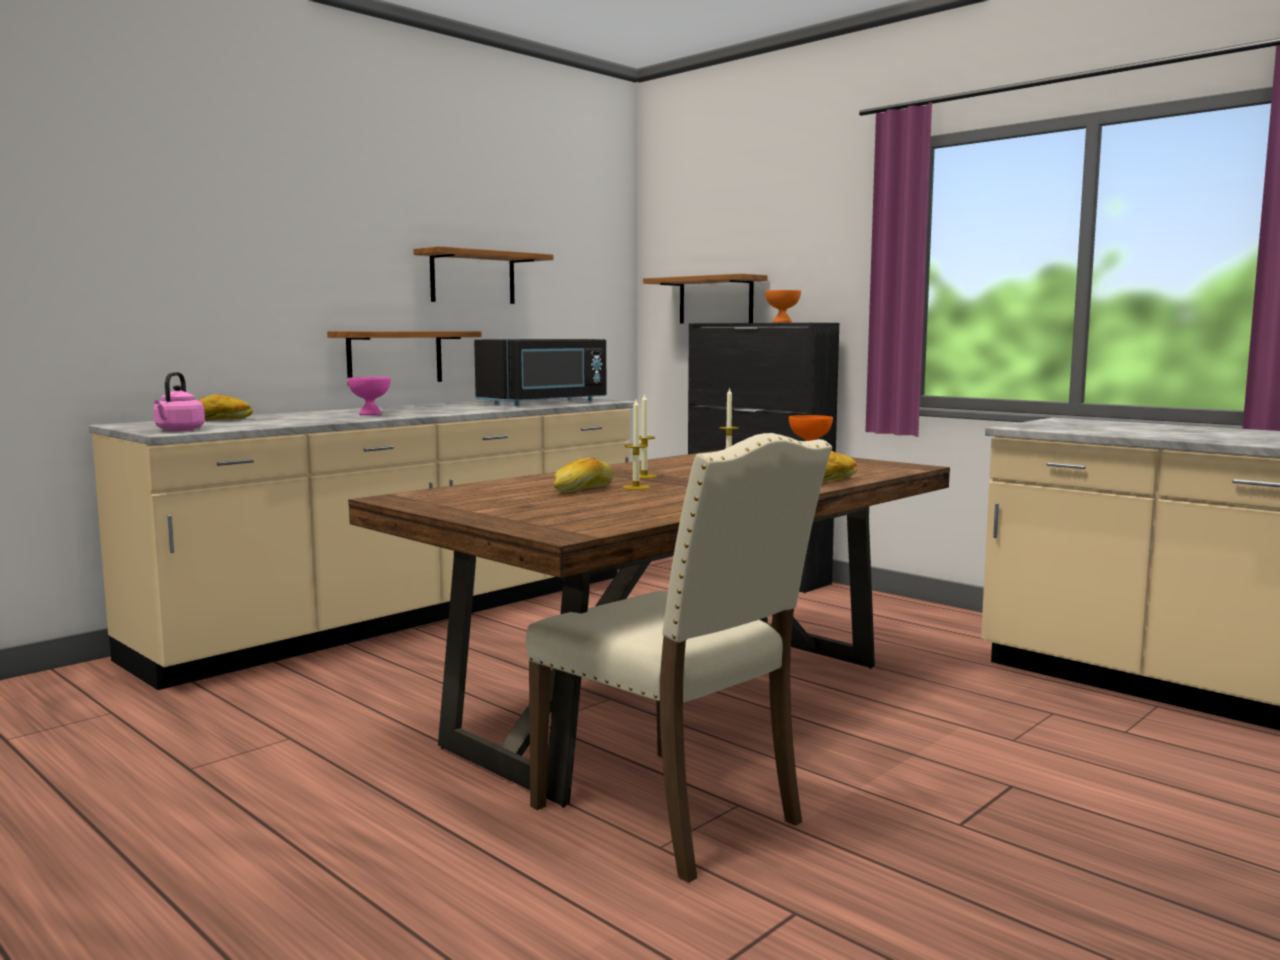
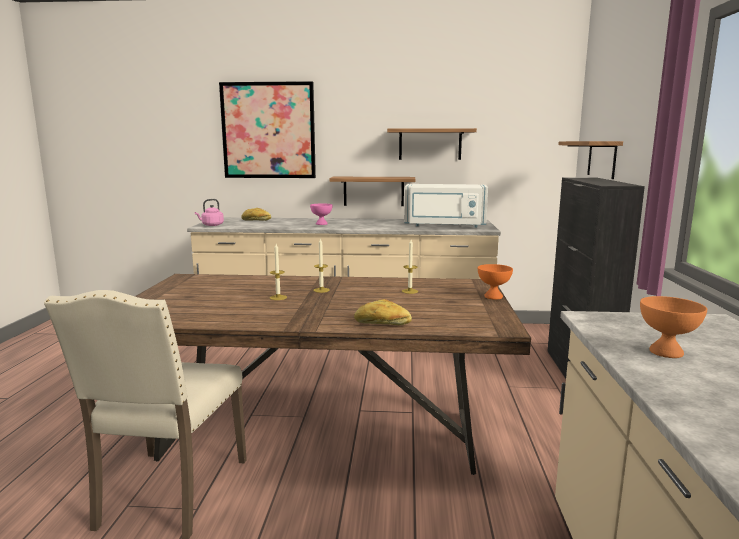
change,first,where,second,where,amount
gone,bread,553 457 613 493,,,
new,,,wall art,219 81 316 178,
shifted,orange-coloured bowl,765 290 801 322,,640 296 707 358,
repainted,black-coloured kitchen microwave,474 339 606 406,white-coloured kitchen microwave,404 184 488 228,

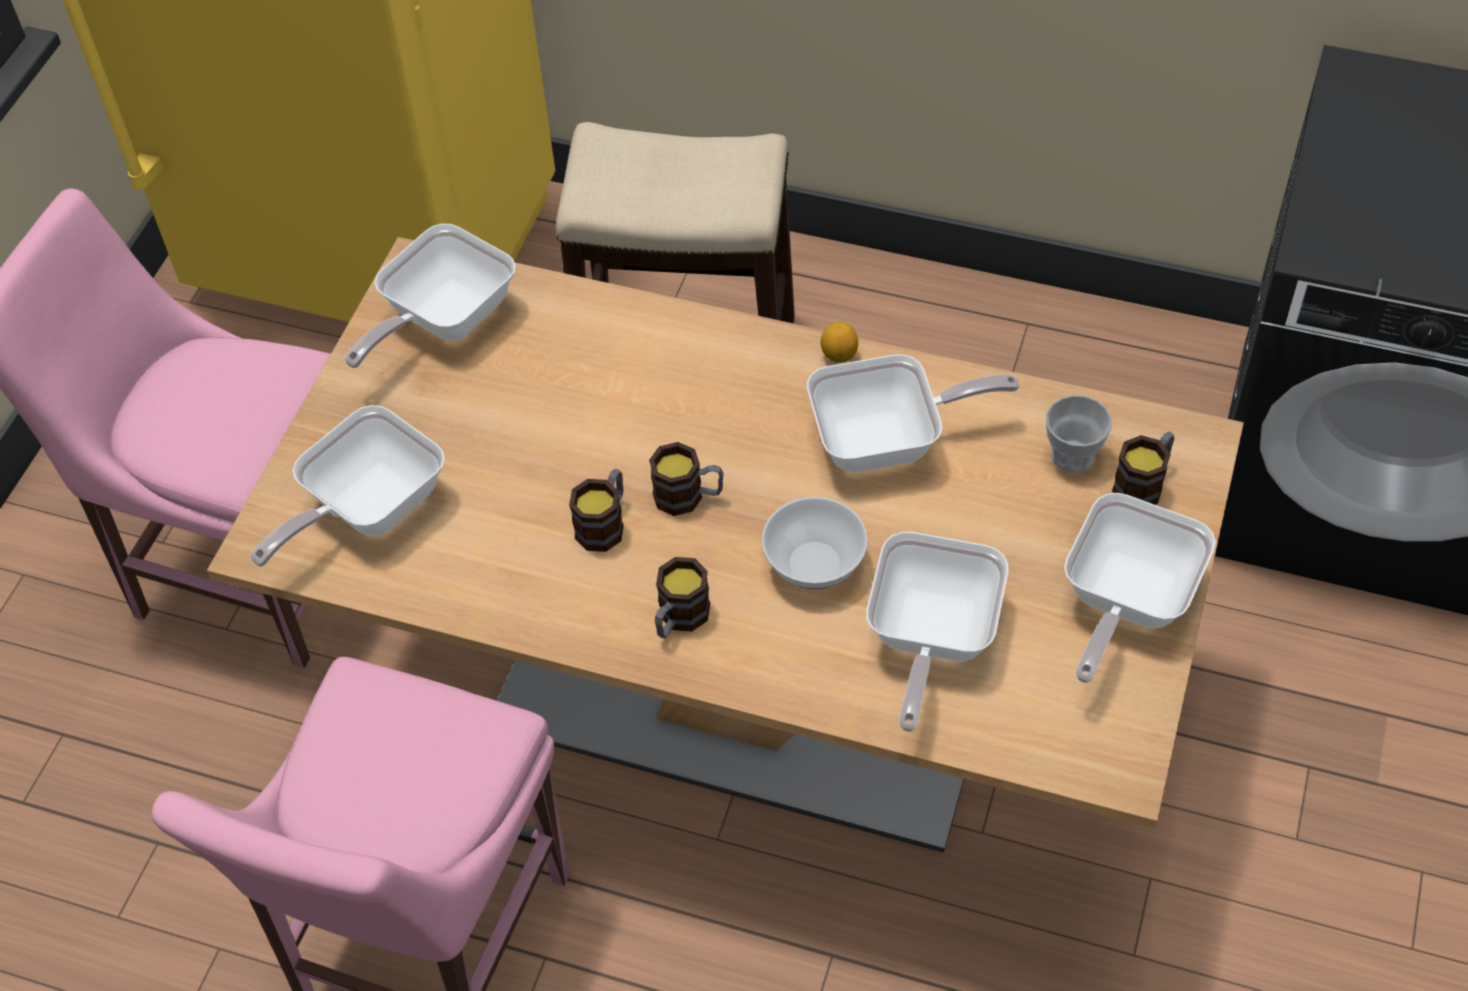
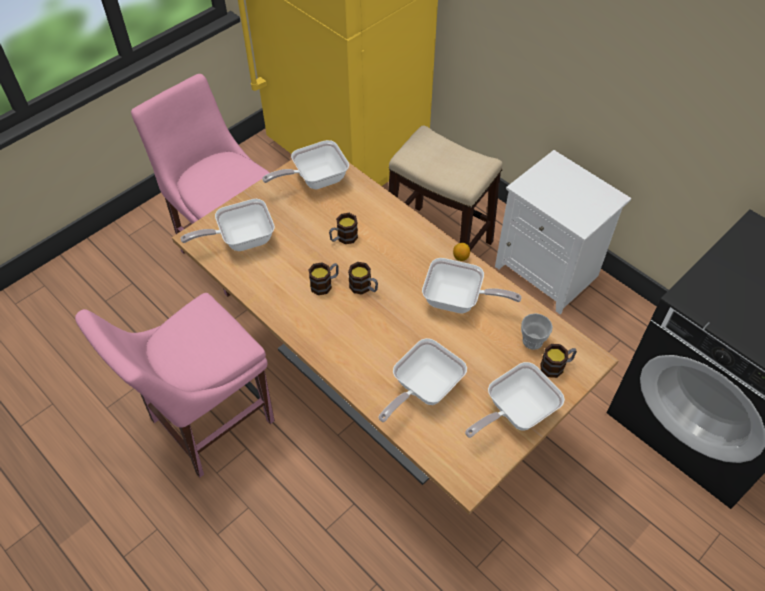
change,first,where,second,where,amount
gone,bowl,762 497 868 589,,,
new,,,white-coloured night table,495 150 632 314,
shifted,tea mug,655 557 710 639,,329 213 358 244,

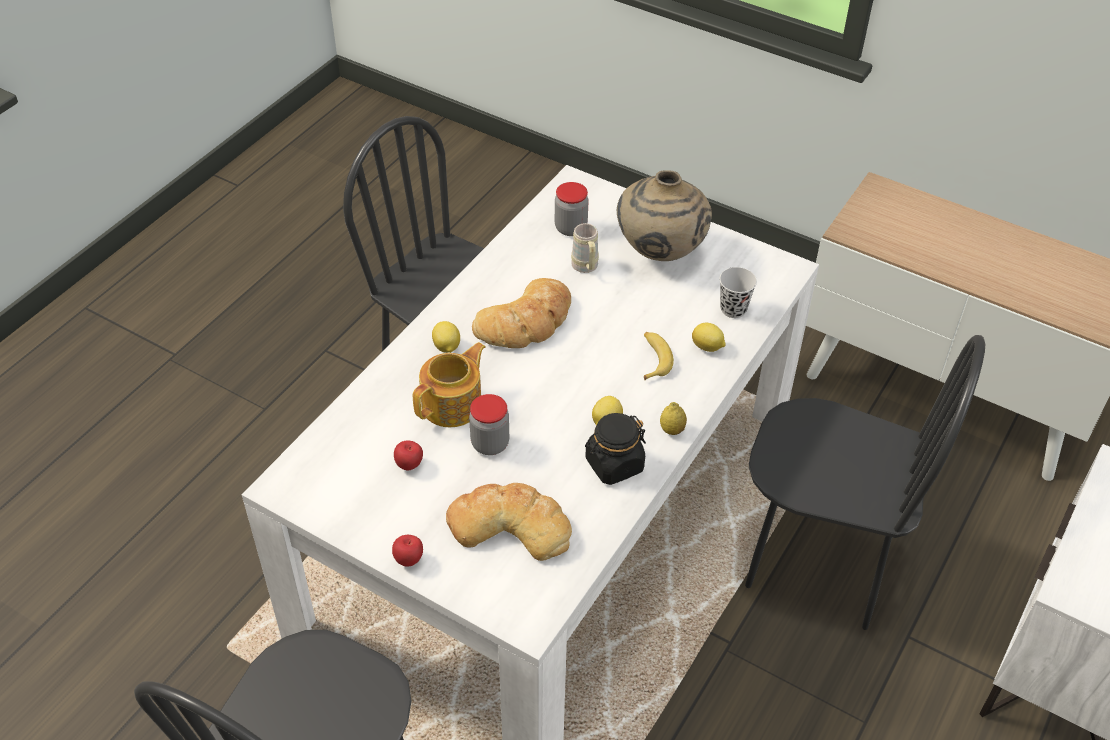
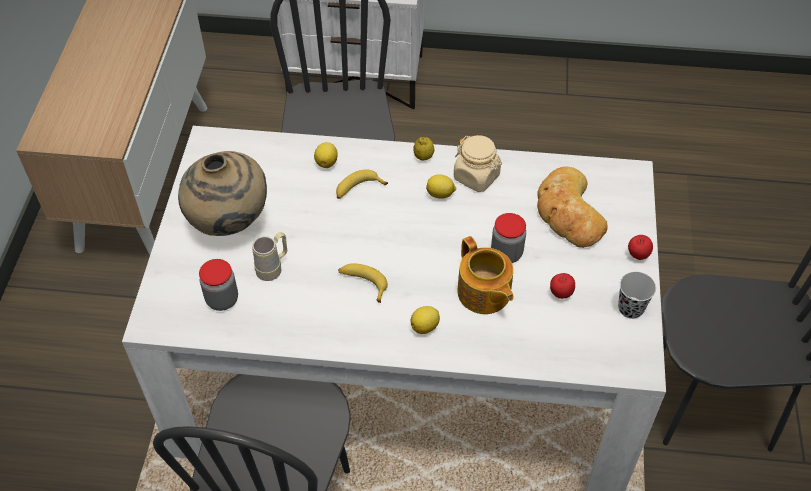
change,first,where,second,where,amount
shifted,black-coloured drinking cup,720 267 757 318,,618 271 656 319,
swapped,bread,472 278 571 348,banana,338 264 388 303,
repainted,black-coloured preserve jar,585 413 646 485,beige-coloured preserve jar,454 135 502 192,
rotated,pot for tea,413 342 486 427,,457 236 514 314,135 degrees counterclockwise

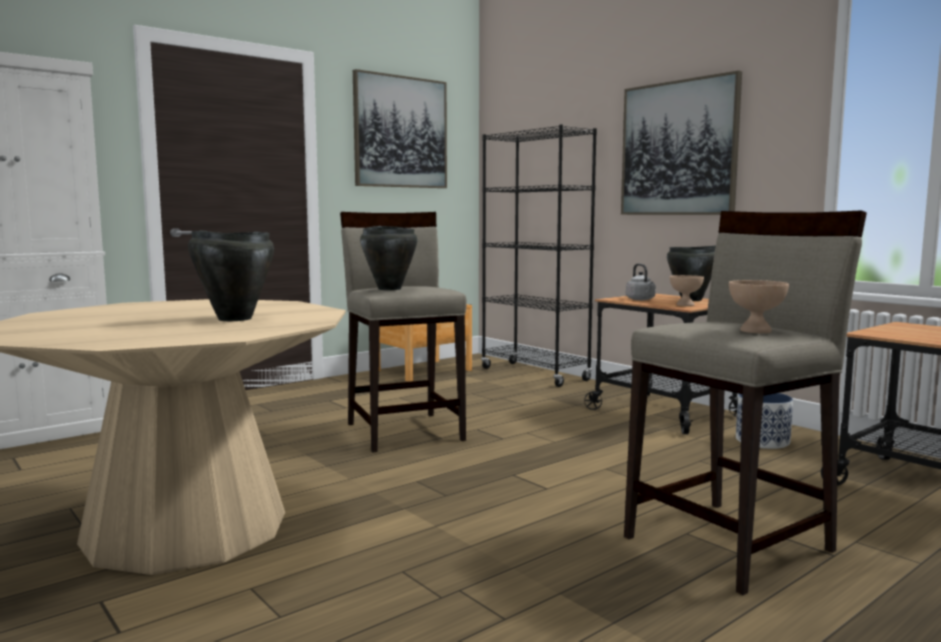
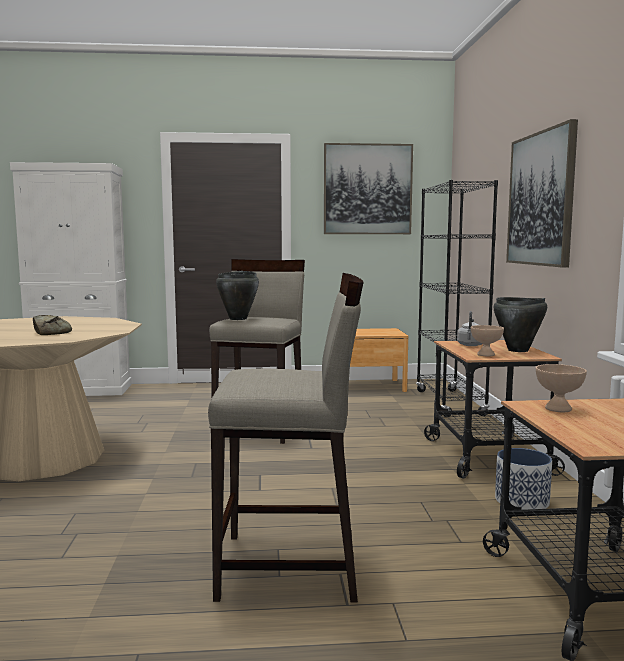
change,first,where,second,where,amount
shifted,beige-coloured bowl,729 280 789 333,,536 364 587 412,
swapped,black-coloured stockpot,188 230 274 321,bread,33 315 72 335,

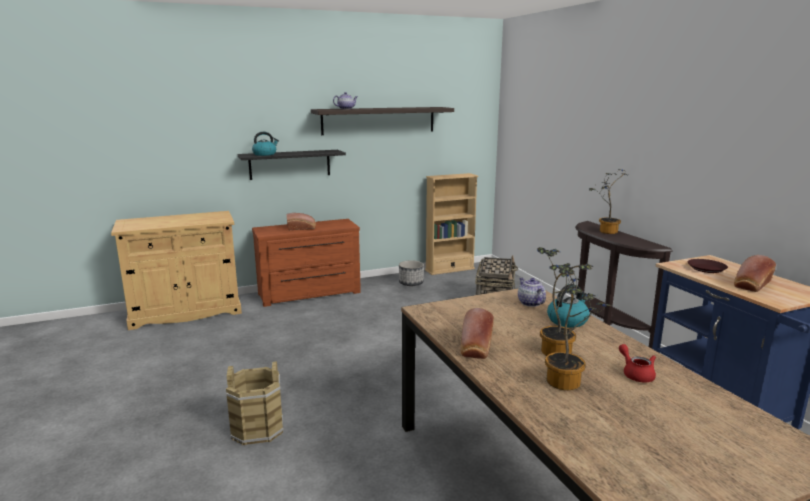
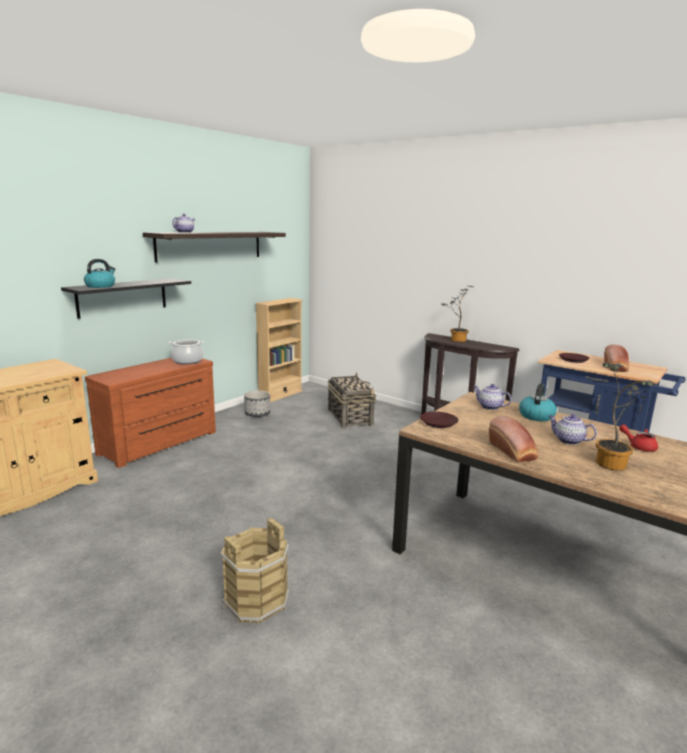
change,first,where,second,where,amount
gone,bread,287 213 316 230,,,
new,,,stockpot,169 340 204 364,
new,,,brown dinner plate,420 411 458 428,
swapped,potted plant,537 247 593 356,pot for tea,549 414 597 445,

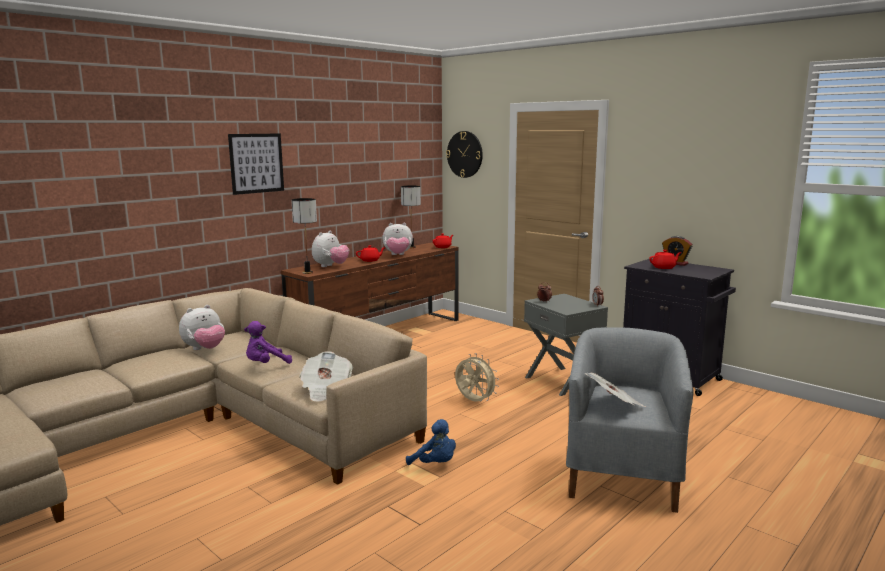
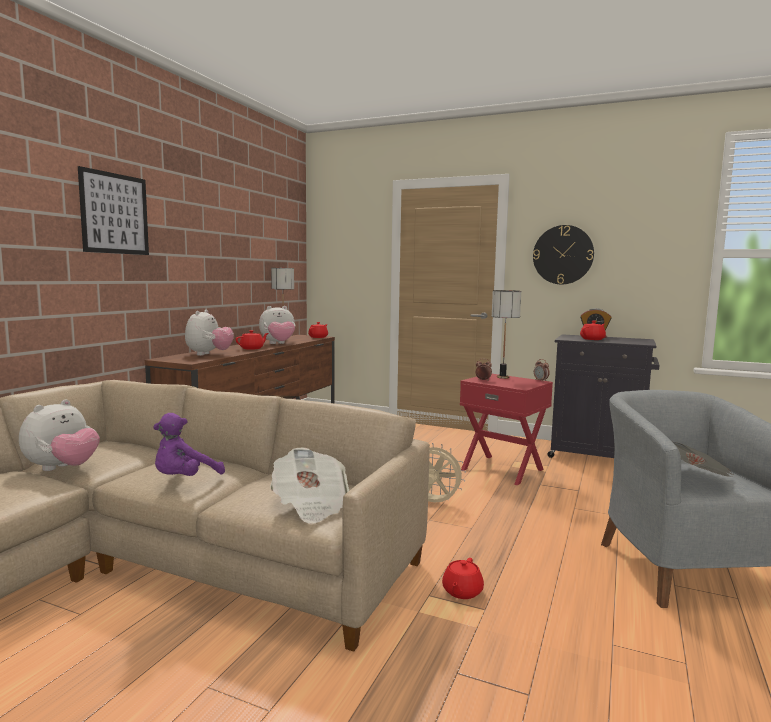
change,first,where,second,where,amount
shifted,lamp for a table,291 198 317 274,,492 290 521 379,
shifted,wall clock,446 131 483 178,,533 225 594 284,
swapped,bluish cuddly toy,406 419 456 465,red-coloured pot for tea,442 558 484 599,
repainted,grey side table,524 294 608 396,red-coloured side table,460 374 553 485,

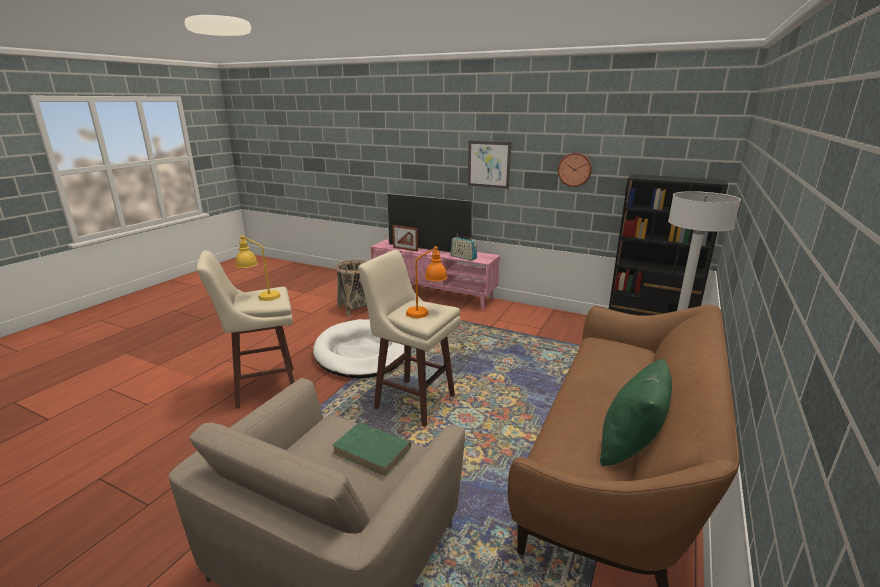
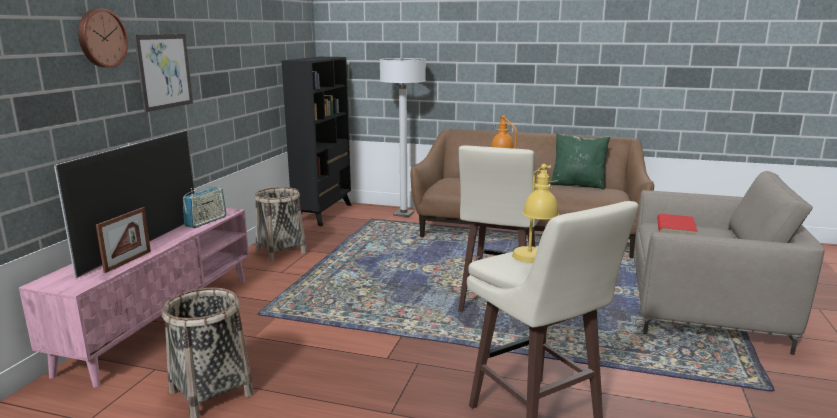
change,first,where,second,where,amount
gone,white-coloured dog bed,313 319 405 378,,,
new,,,storage basket,255 187 307 261,
shifted,wall clock,558 153 592 187,,78 9 128 68,
repainted,green volume,332 422 411 477,red-coloured volume,657 214 698 235,

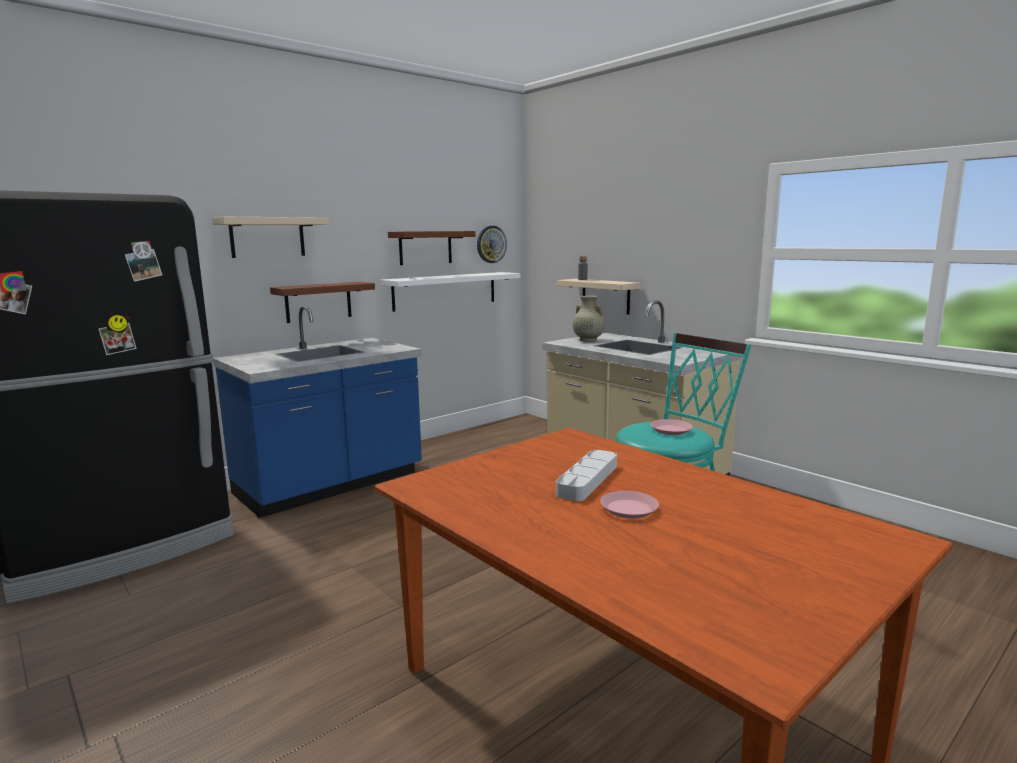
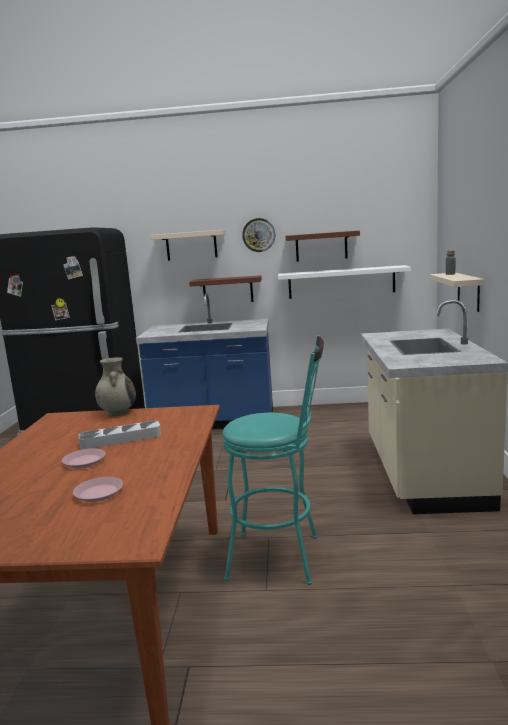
change,first,where,second,where,amount
shifted,wall clock,477 226 507 263,,242 218 275 252,
shifted,beige-coloured decorative vase,573 295 605 342,,95 357 136 416,
shifted,pink dinner plate,650 419 693 435,,73 477 123 502,

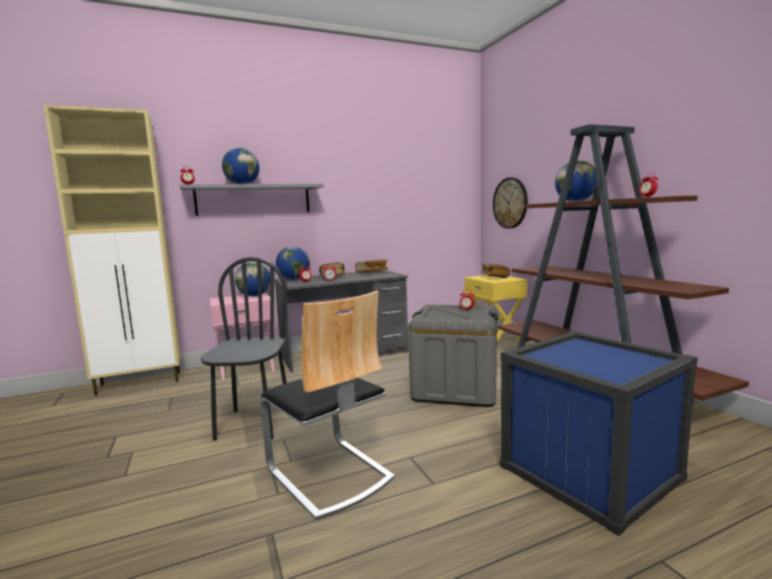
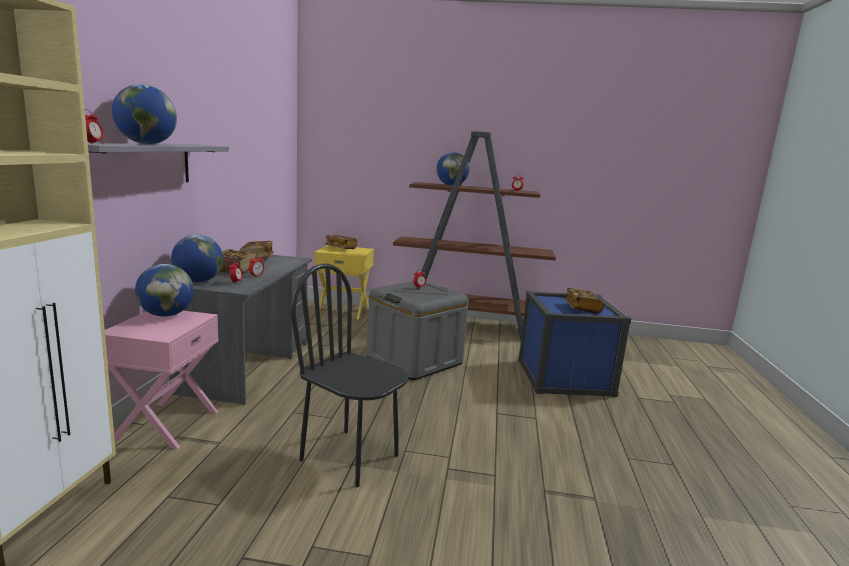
change,first,where,second,where,amount
gone,plain chair,260 291 395 520,,,
gone,wall clock,493 177 528 229,,,
new,,,volume,565 288 604 314,

